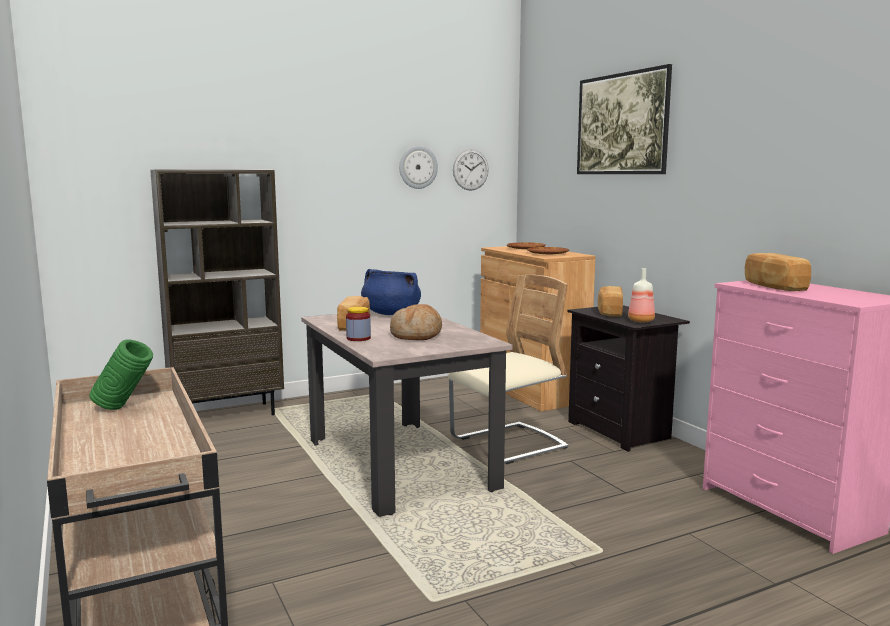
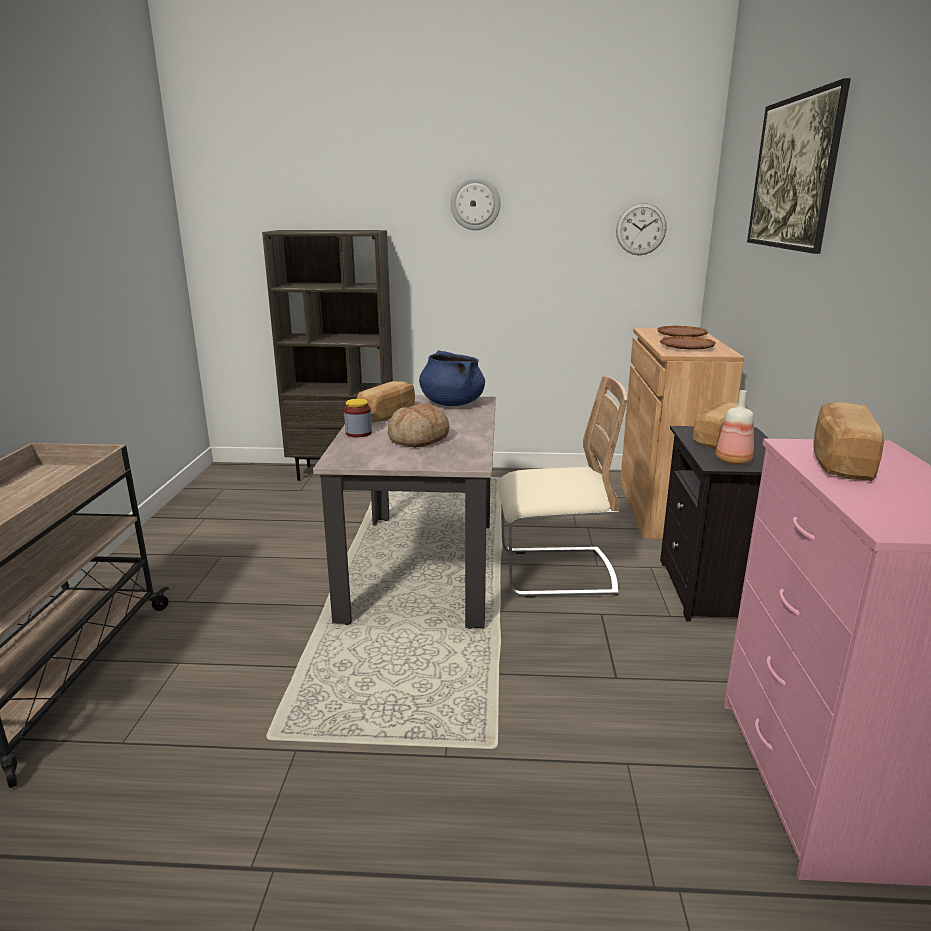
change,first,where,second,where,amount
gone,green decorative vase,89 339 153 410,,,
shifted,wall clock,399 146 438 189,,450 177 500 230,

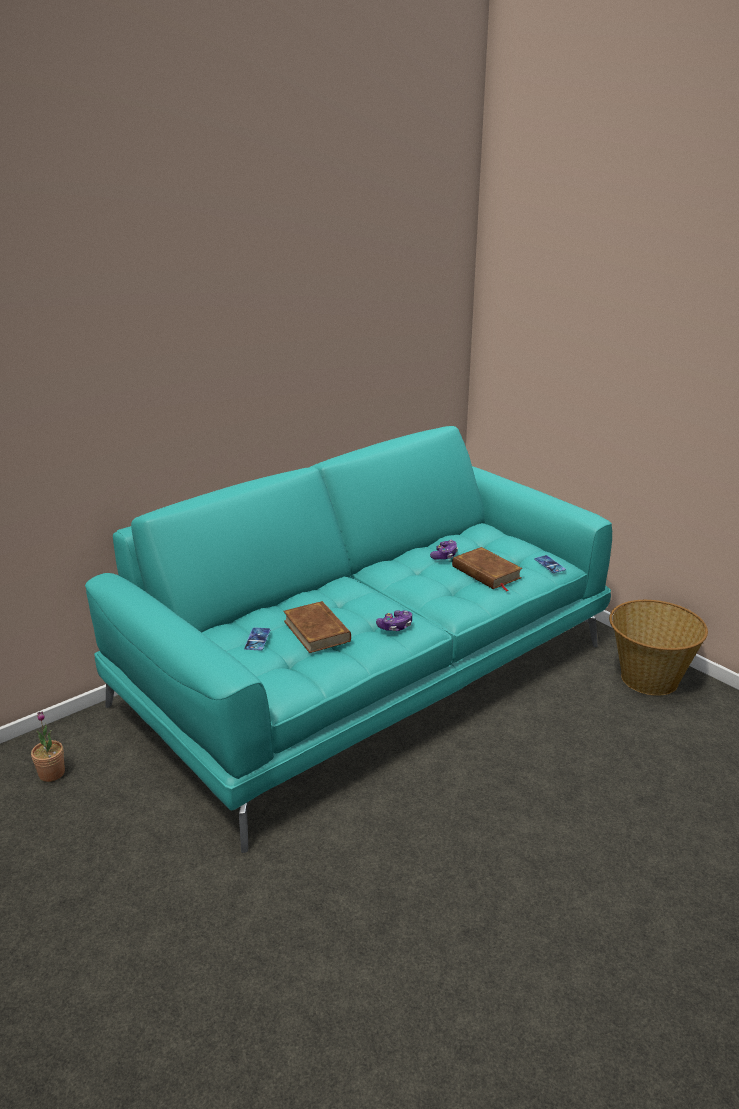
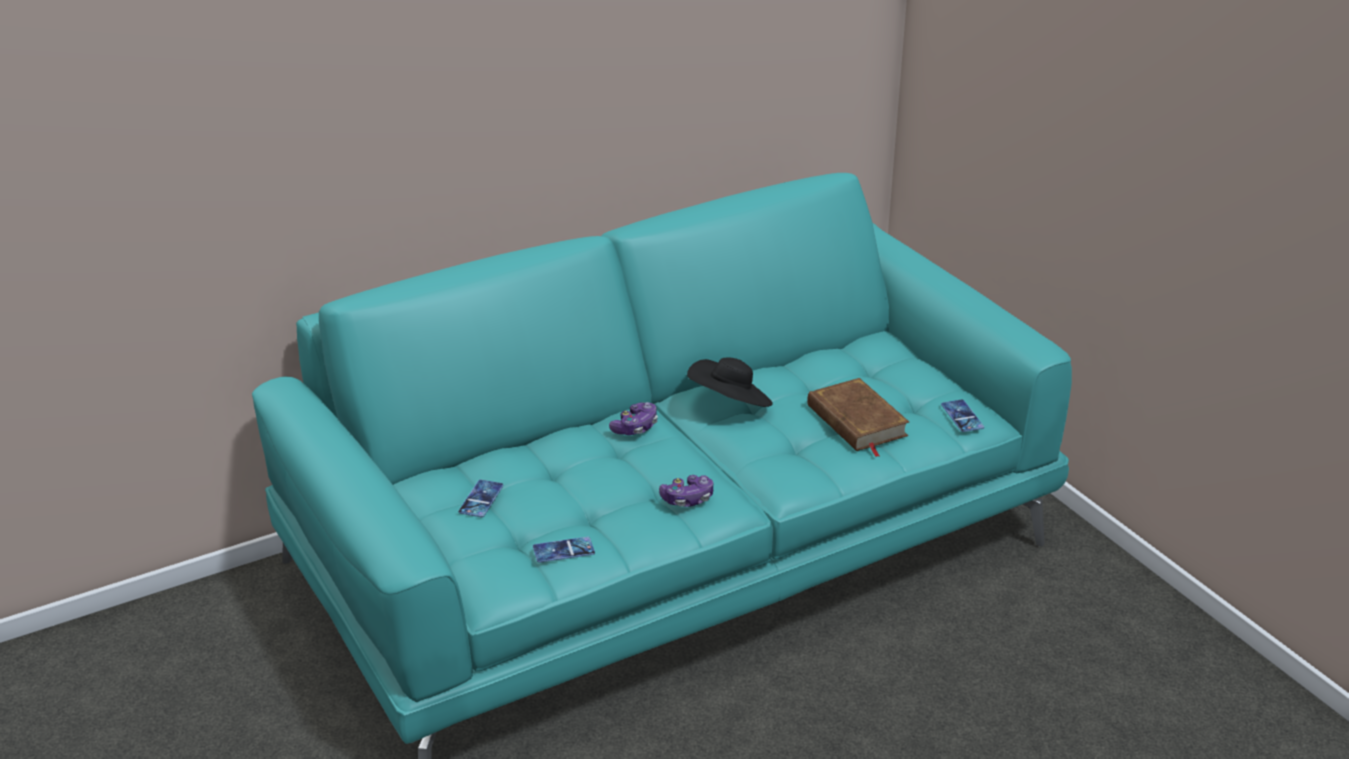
change,first,where,second,where,amount
gone,potted plant,31 712 65 782,,,
gone,brown volume,283 601 351 653,,,
gone,storage basket,609 600 708 696,,,
new,,,telephone,533 537 595 563,
new,,,black-coloured wearable hat,687 358 773 407,
shifted,joypad,430 540 458 560,,609 402 658 435,

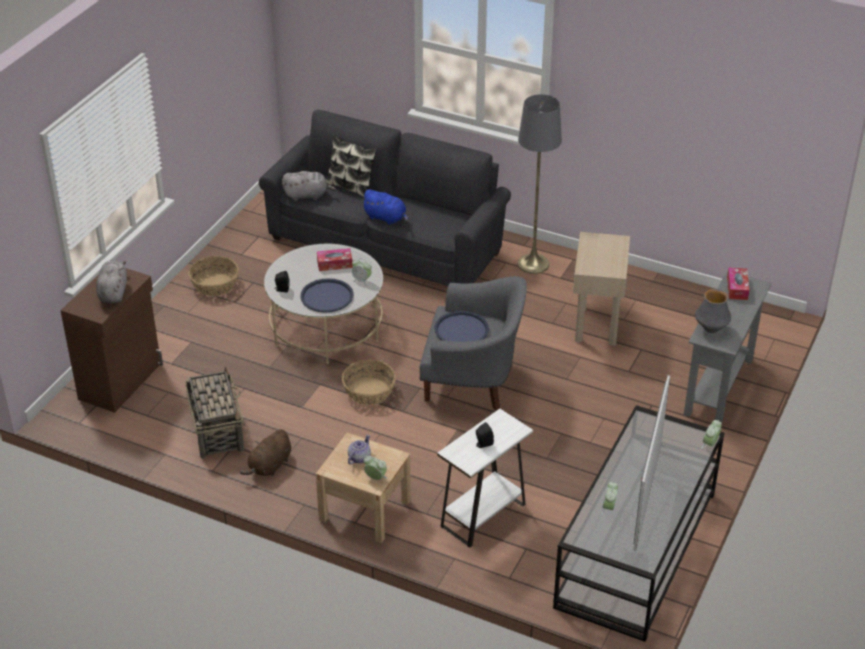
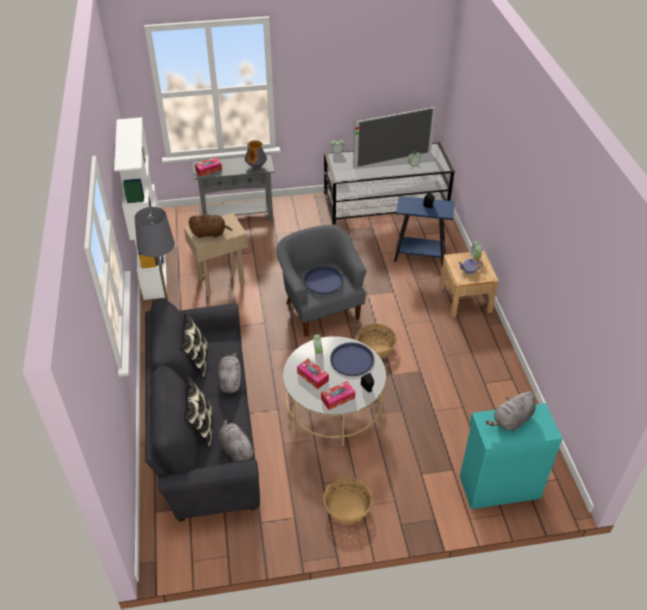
change,first,where,second,where,amount
gone,storage basket,185 367 245 459,,,
new,,,white-coloured shelving unit,114 117 167 300,
new,,,throw pillow,180 312 208 378,
new,,,tissue holder,321 381 355 410,
shifted,brown cuddly toy,240 429 291 476,,189 214 233 238,
repainted,brown storage cabinet,60 268 163 413,turquoise storage cabinet,460 403 562 509,
repainted,bluish cuddly toy,361 189 409 225,grey cuddly toy,218 353 241 393,
repainted,white-coloured side table,437 409 533 548,bluish side table,394 196 454 267,

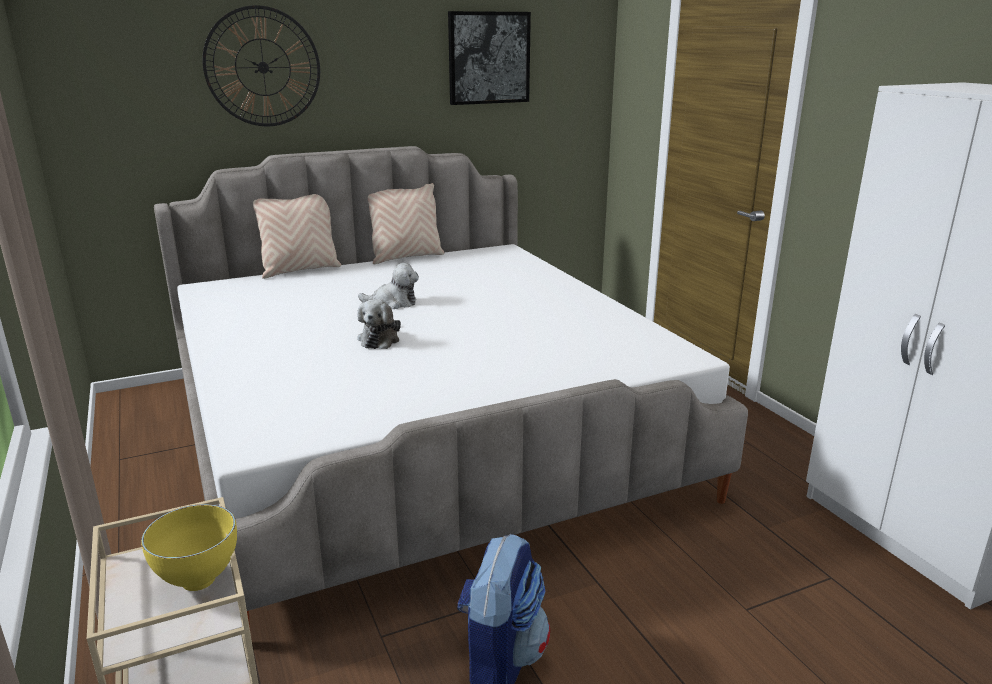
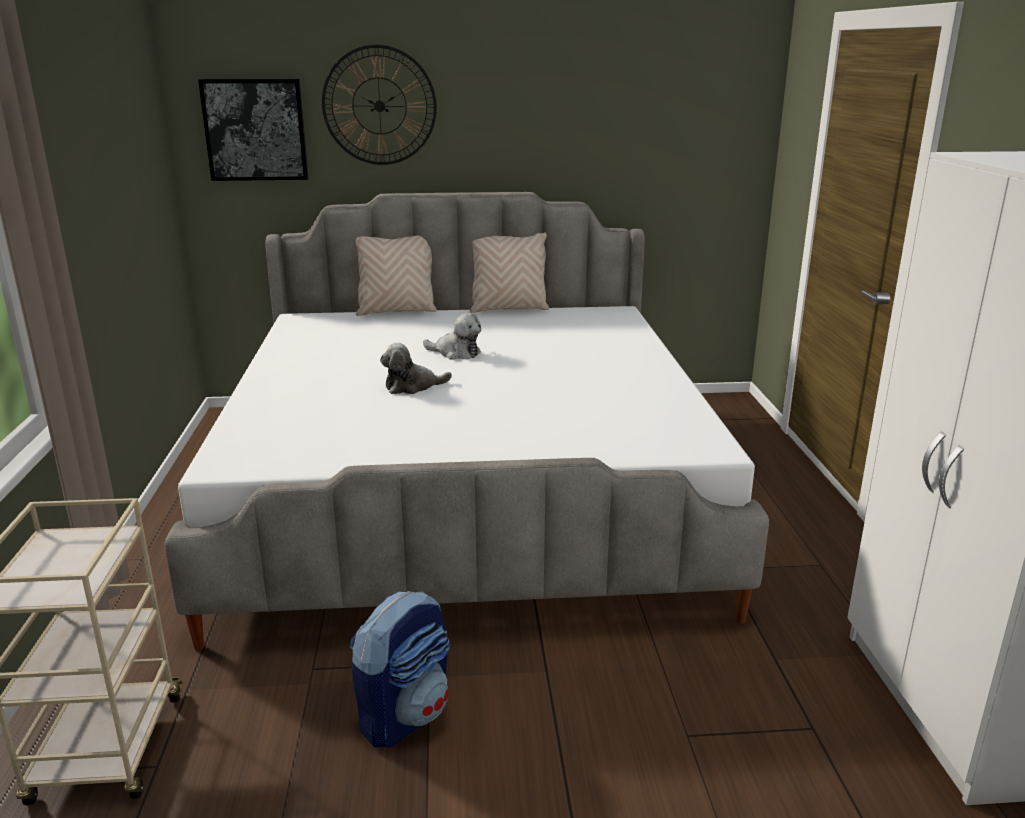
change,first,where,second,where,amount
gone,yellow bowl,141 504 237 591,,,
shifted,wall art,448 11 531 105,,198 79 309 181,
rotated,cuddly toy,357 299 401 349,,380 343 452 394,45 degrees clockwise

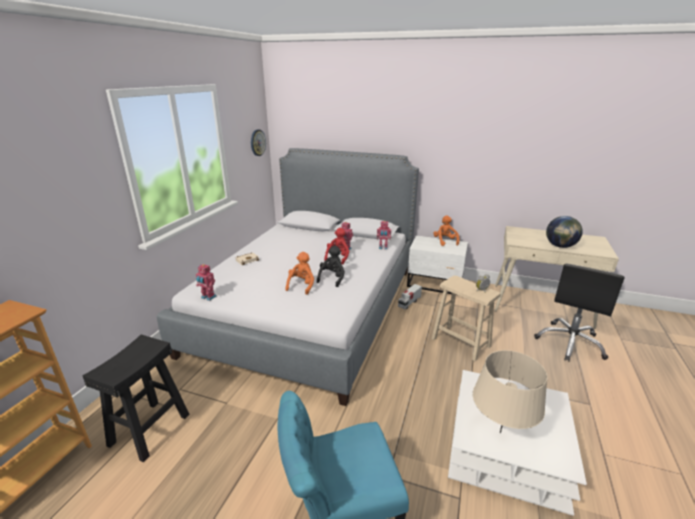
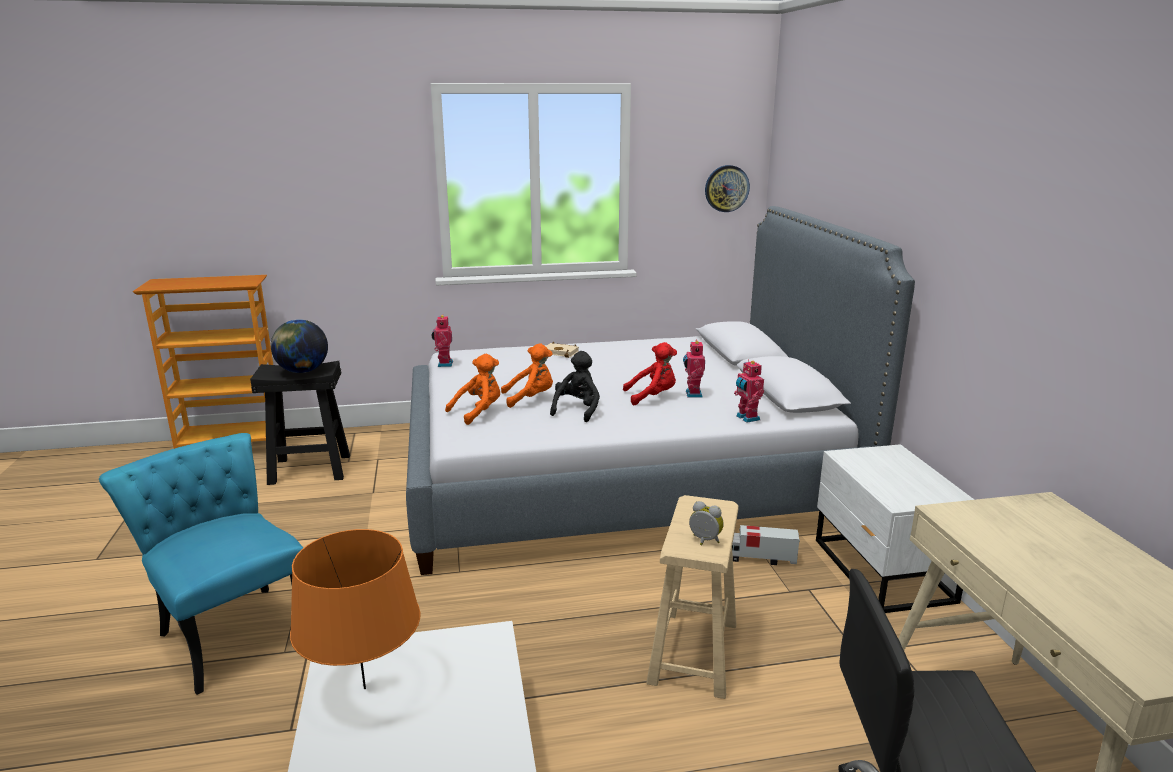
change,first,where,second,where,amount
shifted,orange-coloured cuddly toy,433 215 459 246,,445 354 500 425,
shifted,world globe,546 216 583 248,,271 319 328 373,
repainted,beige-coloured lamp for a table,473 350 548 433,orange-coloured lamp for a table,290 529 420 689,
rotated,black-coloured cuddly toy,317 246 345 287,,550 351 600 422,60 degrees counterclockwise

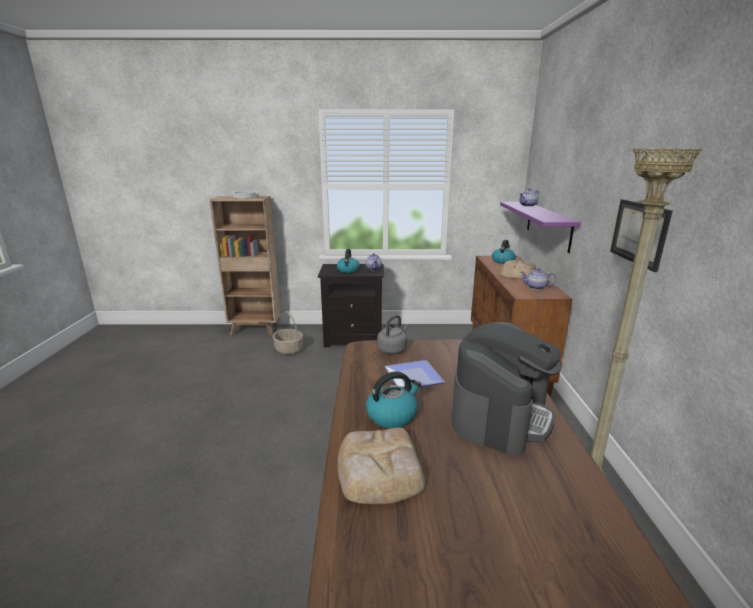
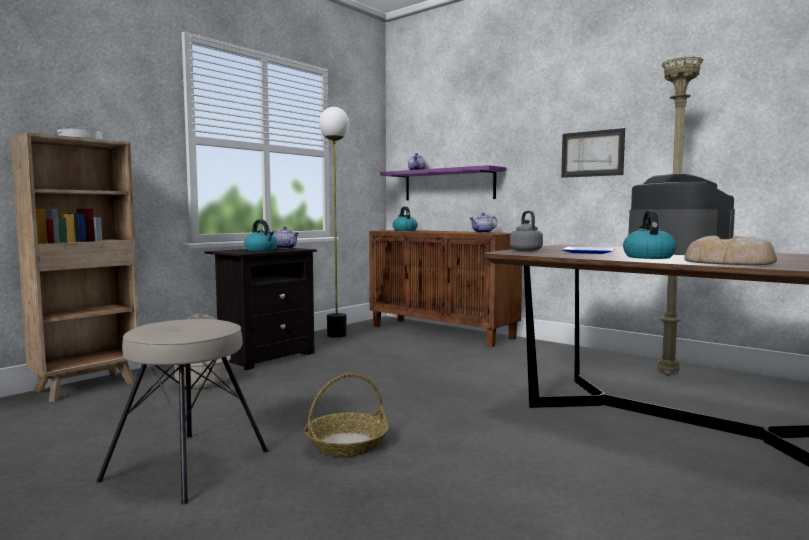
change,first,where,second,where,amount
gone,bread,500 260 536 280,,,
new,,,beige-coloured stool,96 319 268 505,
new,,,storage basket,304 373 389 457,
new,,,standing lamp,319 107 349 338,

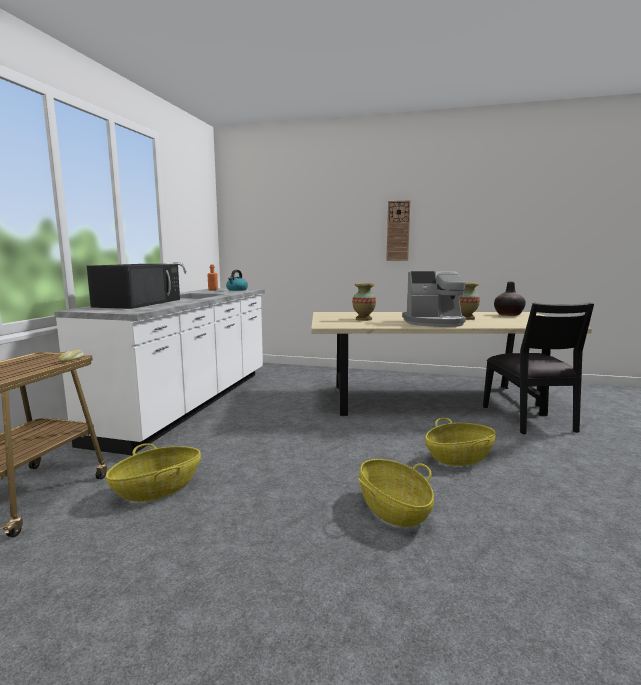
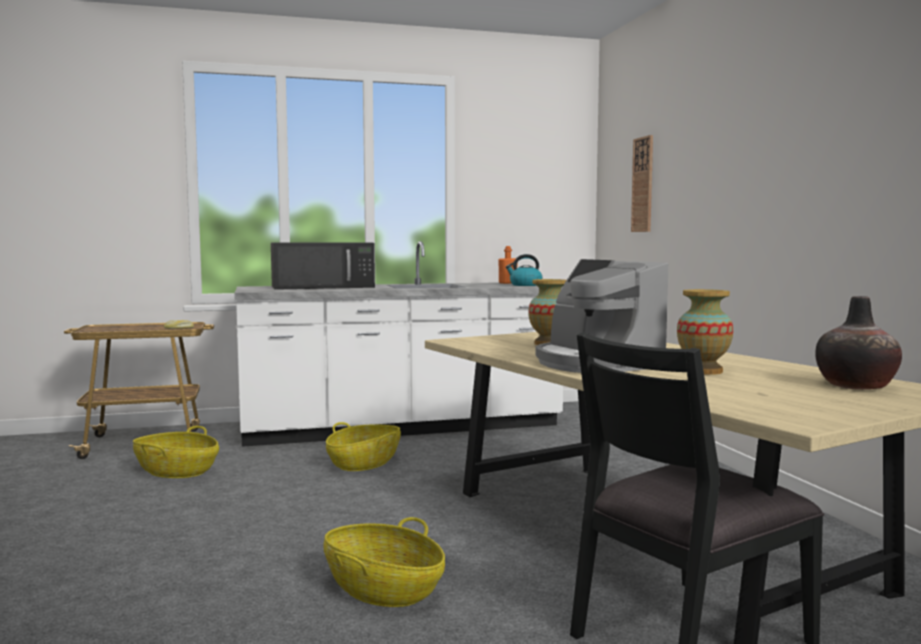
change,first,where,second,where,amount
shifted,storage basket,358 459 434 527,,326 422 401 471,
shifted,wall clock,386 200 410 261,,631 135 653 232,

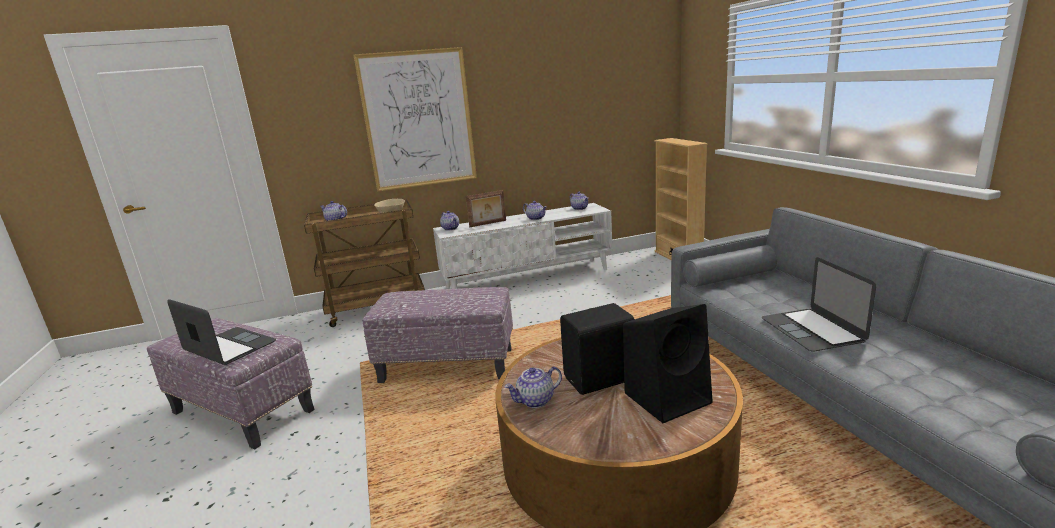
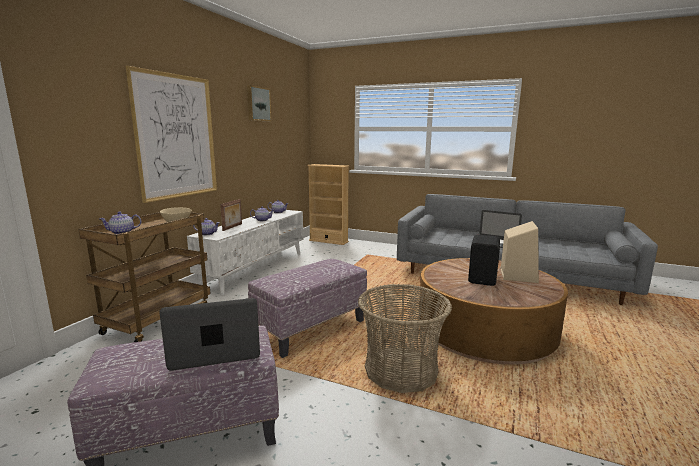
change,first,where,second,where,amount
gone,pot for tea,504 366 562 408,,,
new,,,wall art,247 85 272 121,
new,,,storage basket,358 284 452 393,
repainted,black-coloured audio speaker,623 304 713 423,beige-coloured audio speaker,501 221 539 283,

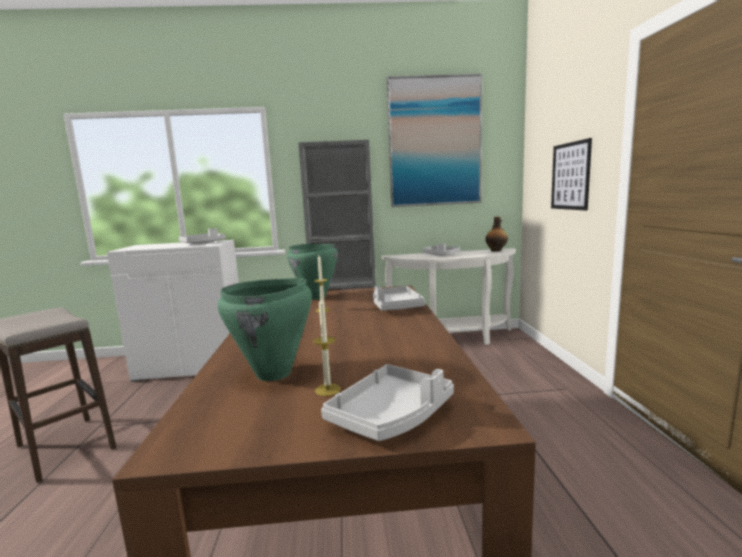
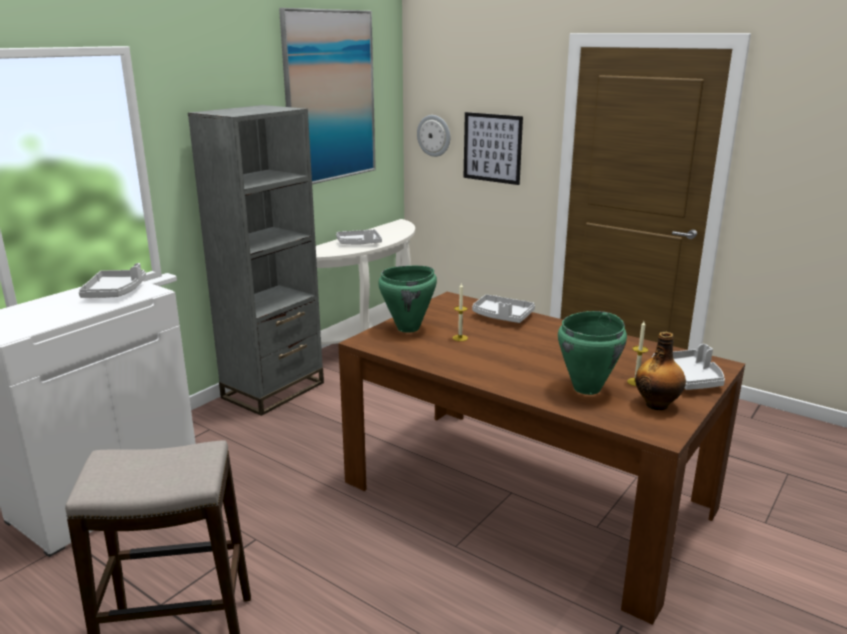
change,first,where,second,where,amount
new,,,wall clock,417 115 450 157,
shifted,beverage bottle,485 217 508 252,,635 332 686 410,

